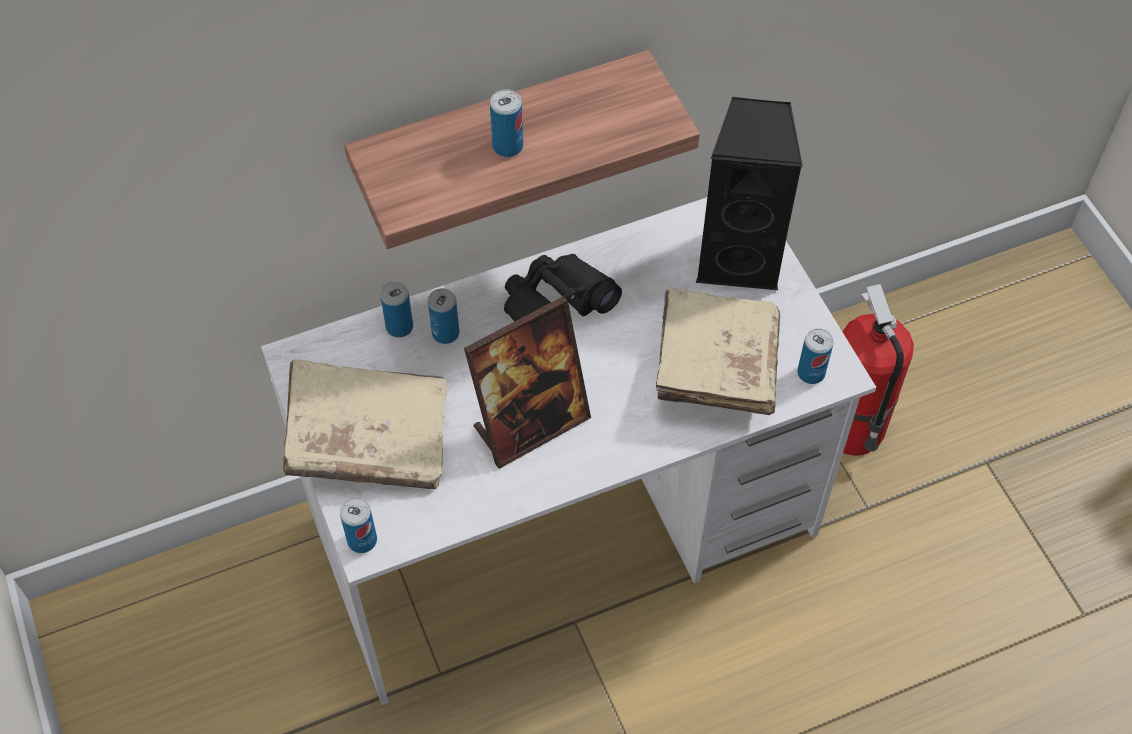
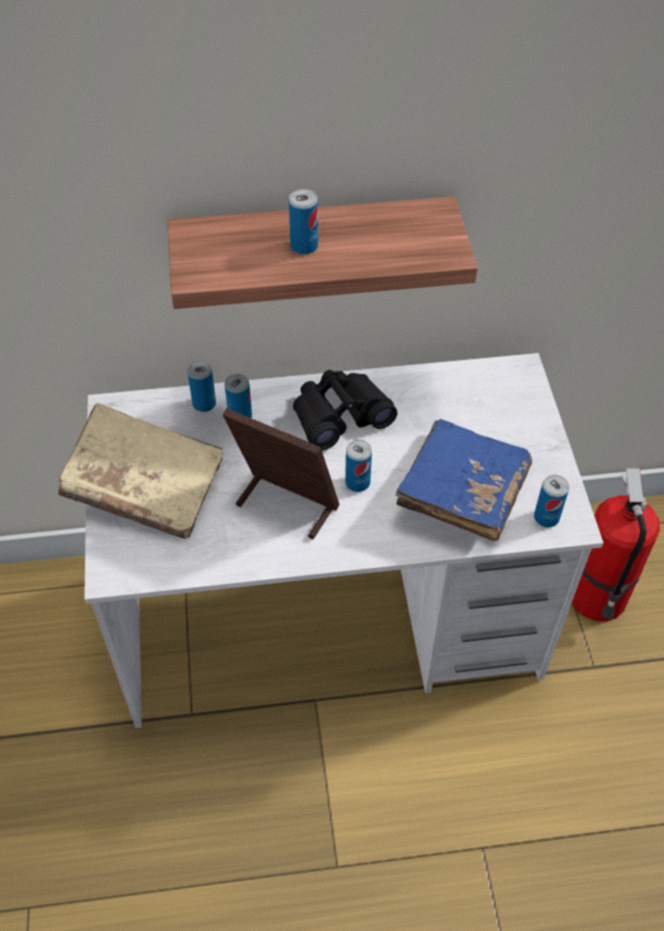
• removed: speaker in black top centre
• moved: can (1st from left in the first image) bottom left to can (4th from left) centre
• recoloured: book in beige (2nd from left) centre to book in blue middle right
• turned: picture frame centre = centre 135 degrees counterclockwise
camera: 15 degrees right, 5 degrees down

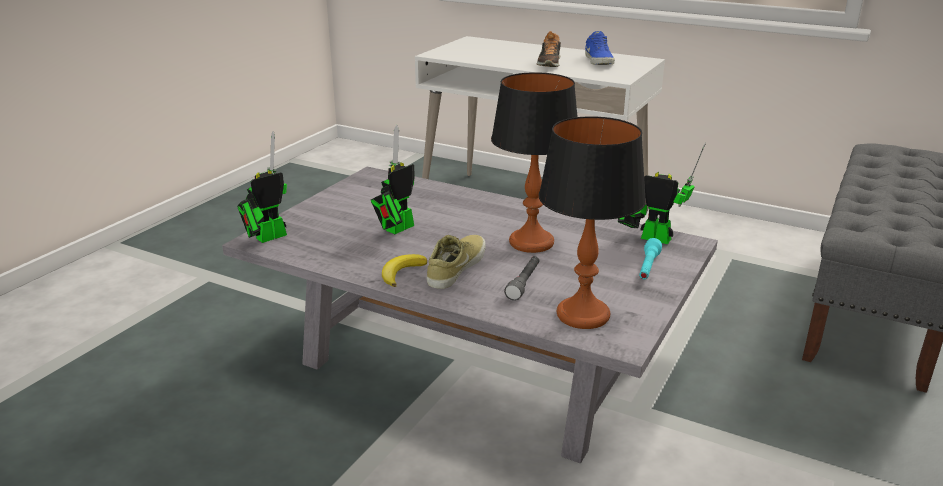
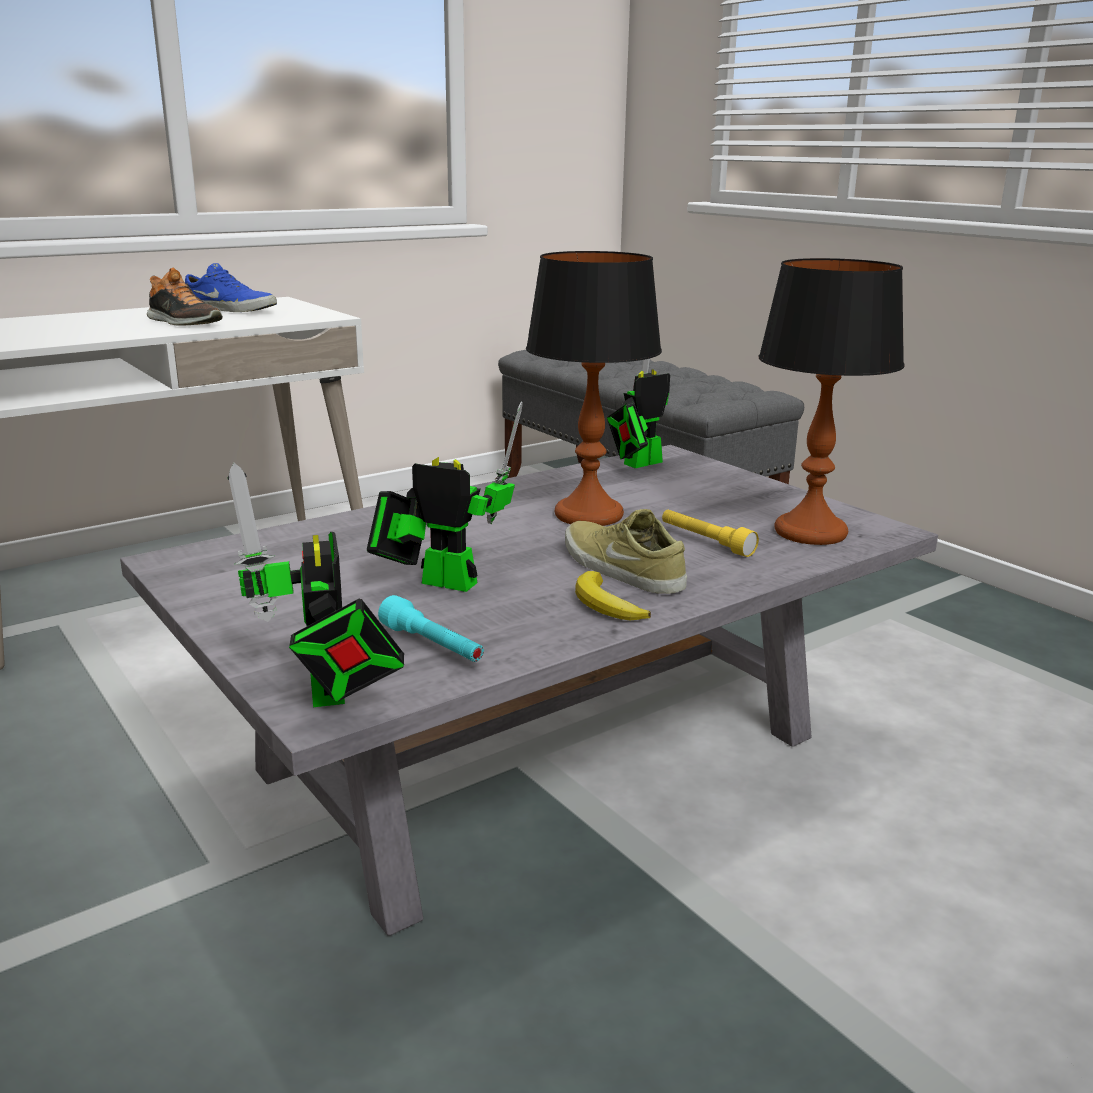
• moved: flashlight in turquoise middle right to centre
• recoloured: flashlight in grey centre to flashlight in yellow centre
• turned: toy robot (2nd from left) centre = centre 135 degrees clockwise
camera: 65 degrees left, 5 degrees down

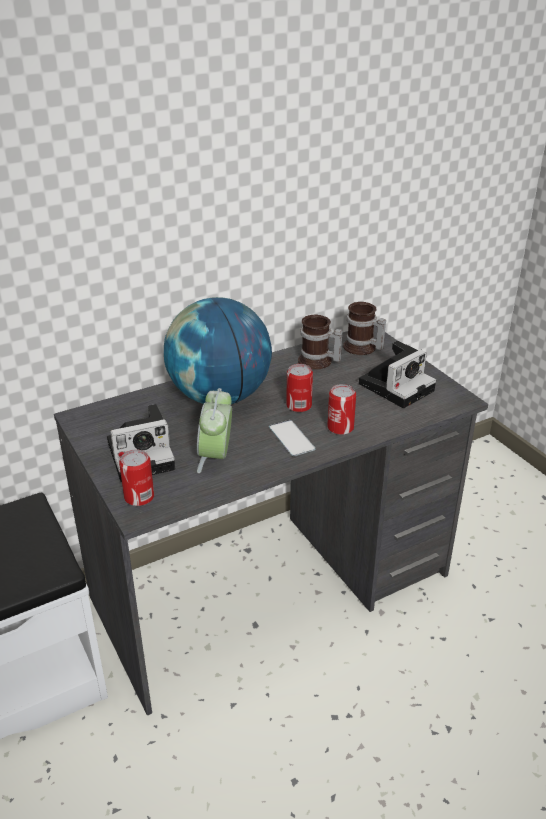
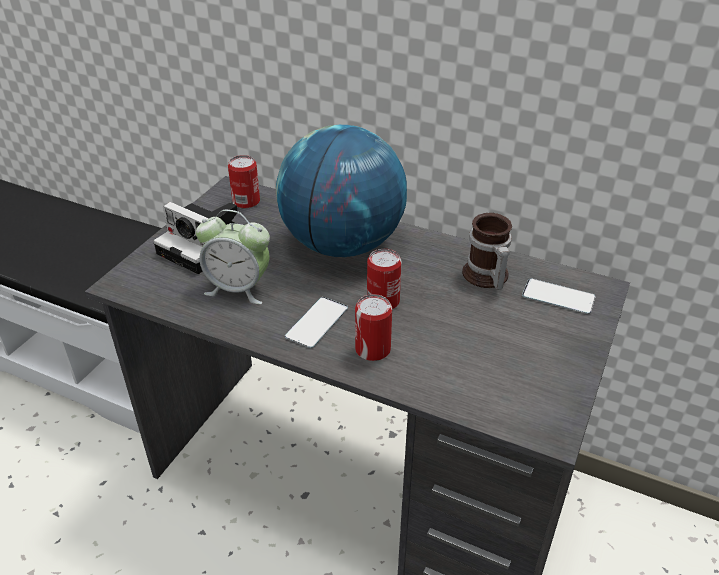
• removed: photo camera (2nd from left) middle right
• moved: can (1st from left) middle left to top centre
• replaced: mug (2nd from left) middle right to phone (2nd from left) middle right
• turned: alarm clock centre = middle left 135 degrees counterclockwise
camera: 55 degrees right, 5 degrees up

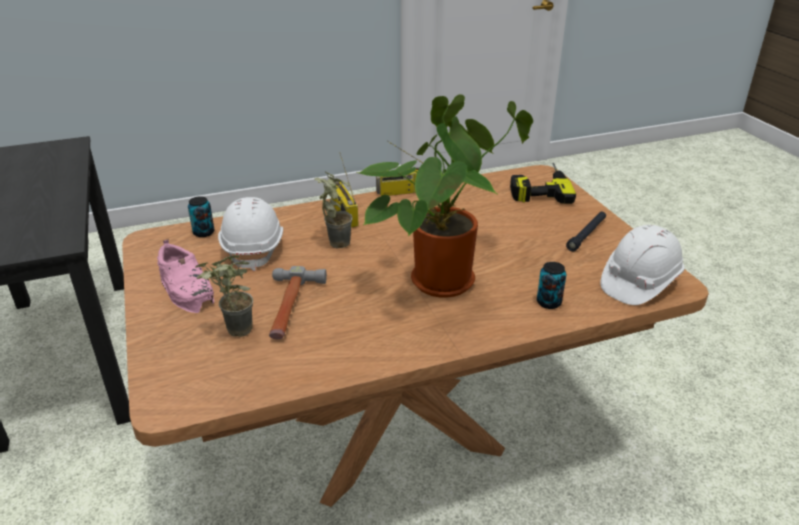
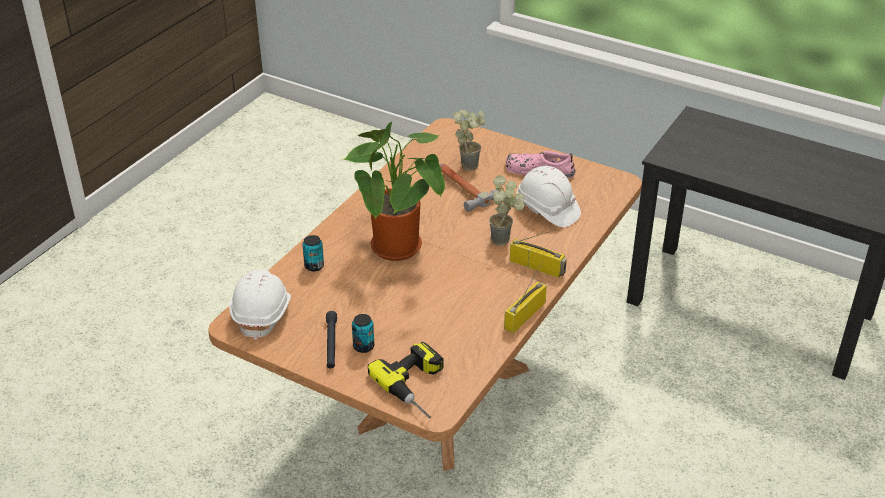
• moved: can (1st from left in the first image) middle left to can (2nd from left) bottom centre
camera: 140 degrees right, 5 degrees up

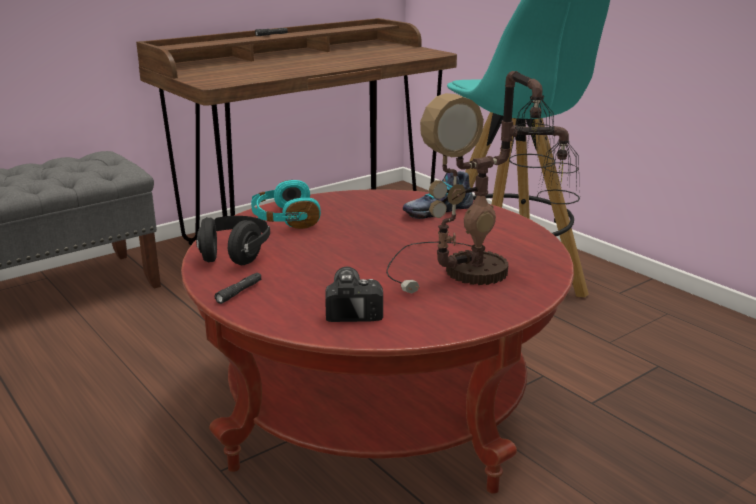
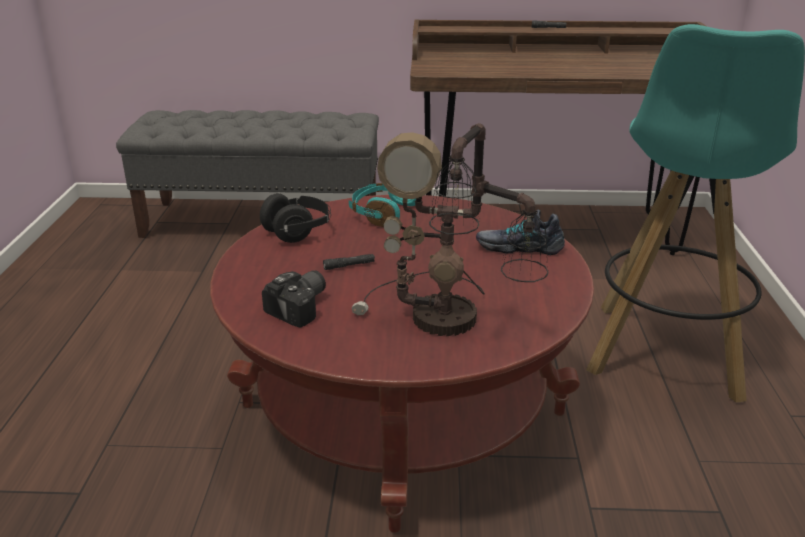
• moved: flashlight in black (1st from left) middle left to centre
camera: 40 degrees right, 5 degrees up

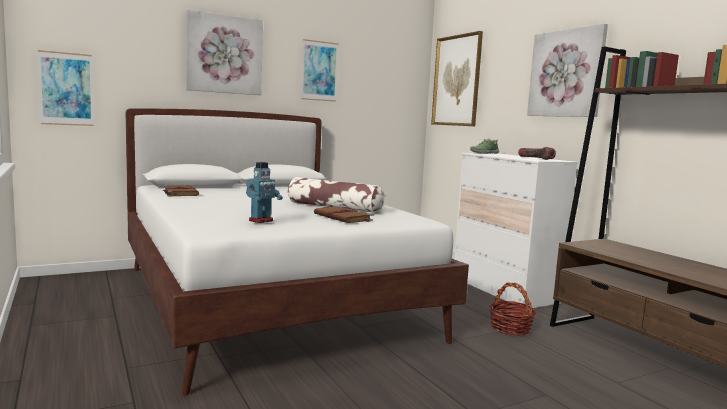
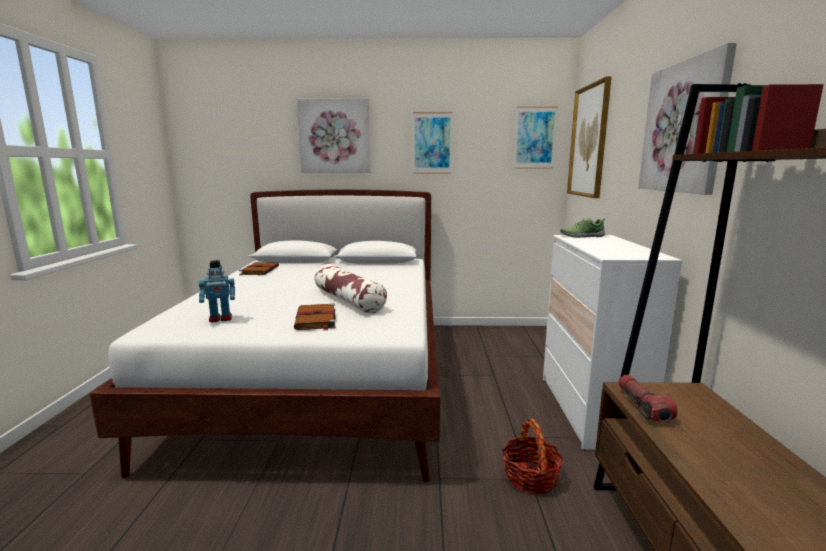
• moved: picture (1st from left in the first image) top left to picture (3rd from left) top centre
• moved: flashlight middle right to bottom right
camera: 30 degrees right, 5 degrees up

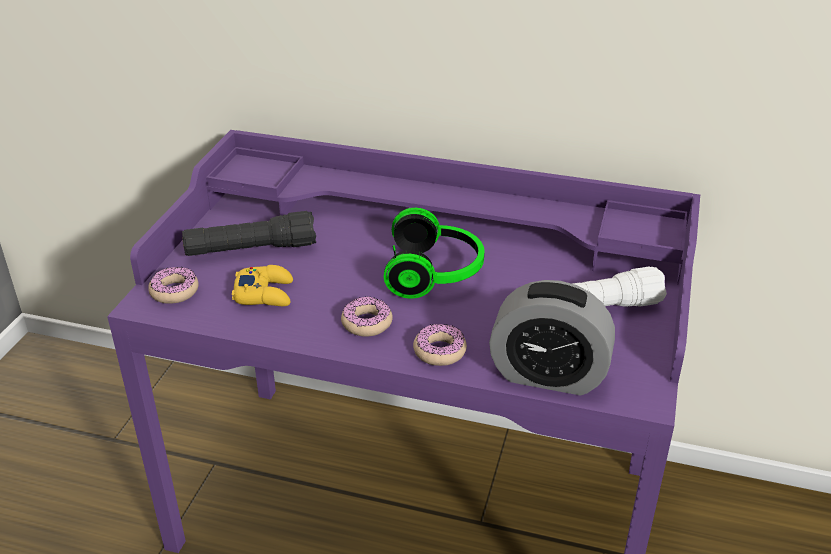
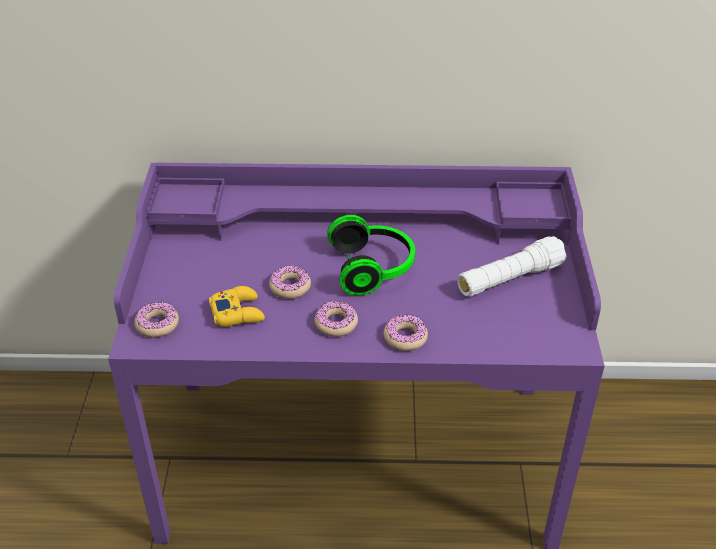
• removed: flashlight in black middle left
• removed: alarm clock centre
• added: donut (2nd from left) centre
camera: 15 degrees left, 5 degrees up

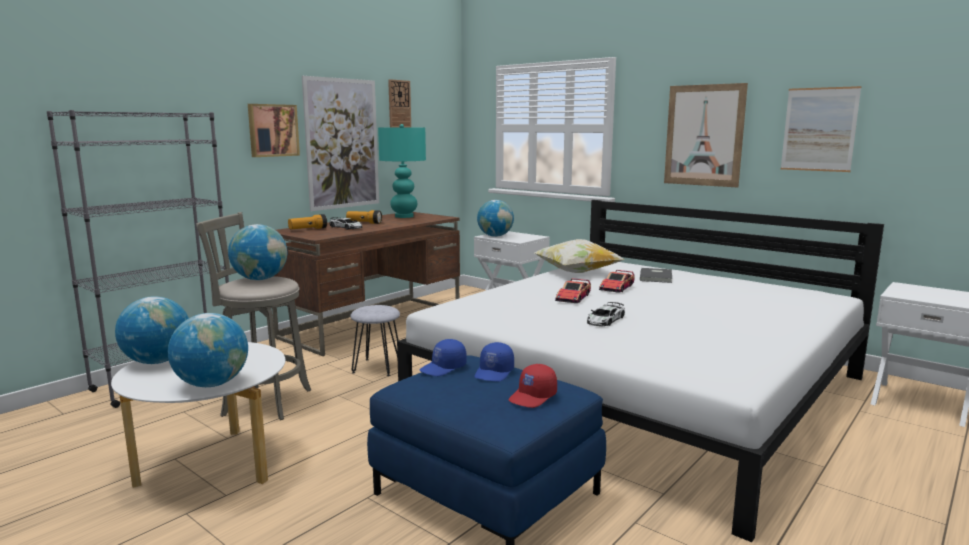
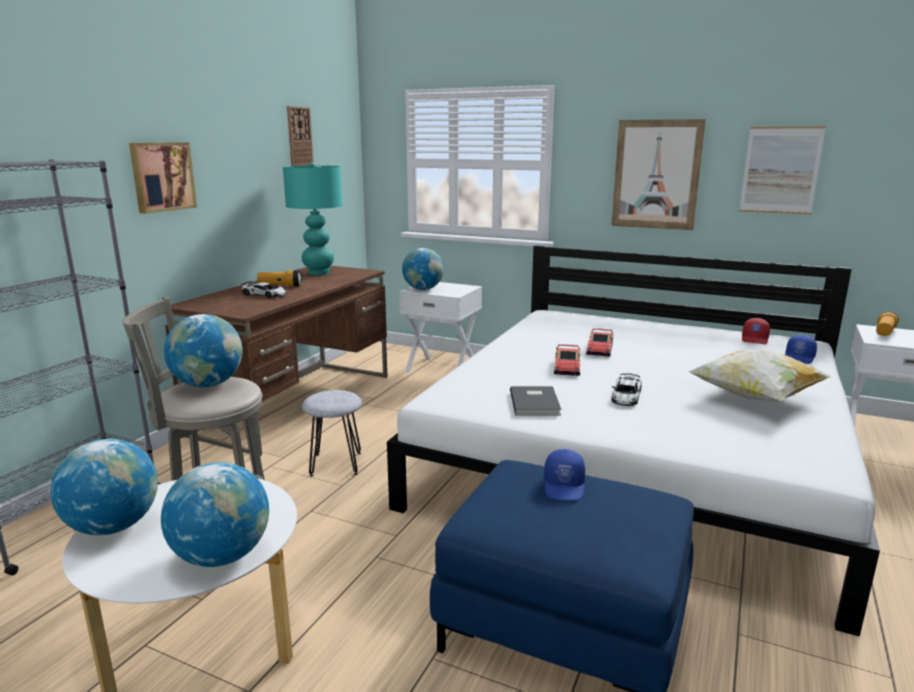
• removed: picture (2nd from left) top centre
• moved: flashlight (1st from left in the first image) middle left to flashlight (2nd from left) middle right
• moved: cap in blue (1st from left in the first image) centre to cap in blue (2nd from left) middle right
• moved: cap in red bottom centre to middle right
• moved: pillow centre to middle right
• moved: book in grey middle right to centre
camera: 15 degrees left, 5 degrees up

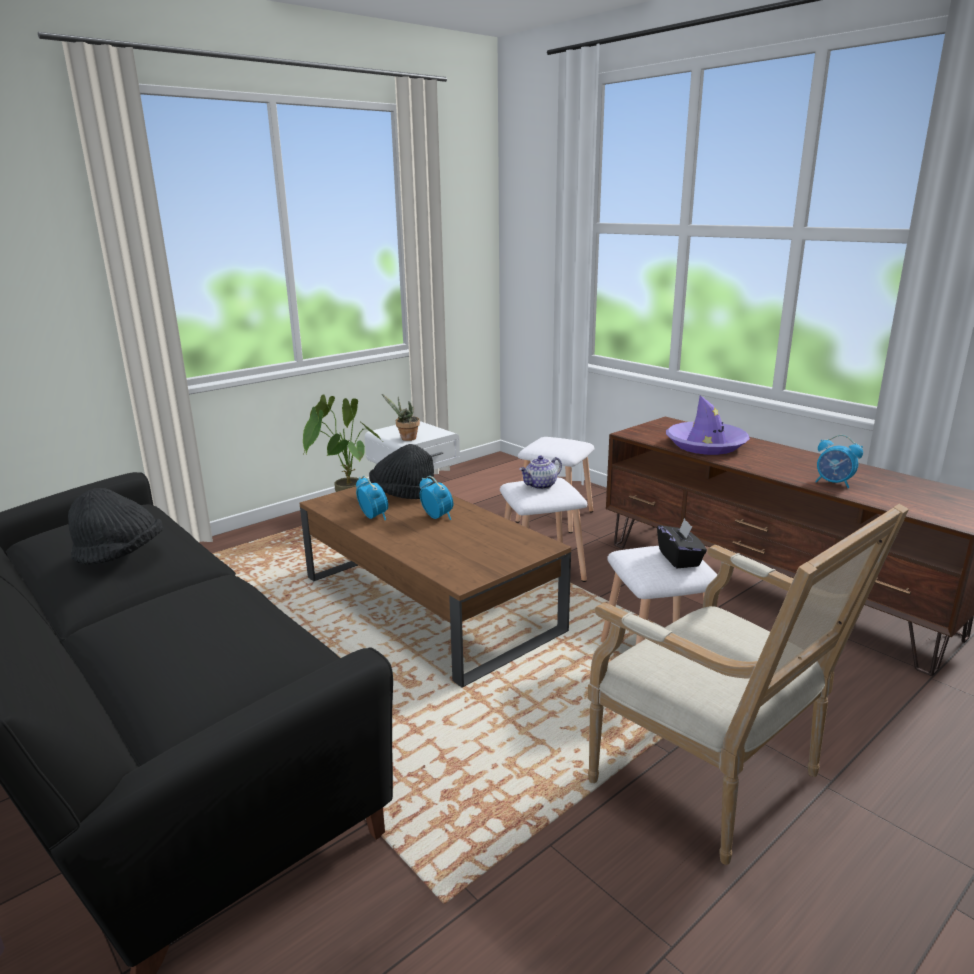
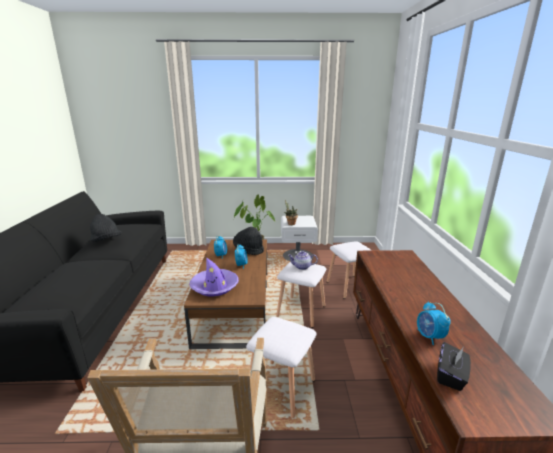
• moved: tissue box in black middle right to bottom right
• moved: hat in purple middle right to centre
camera: 40 degrees right, 0 degrees up

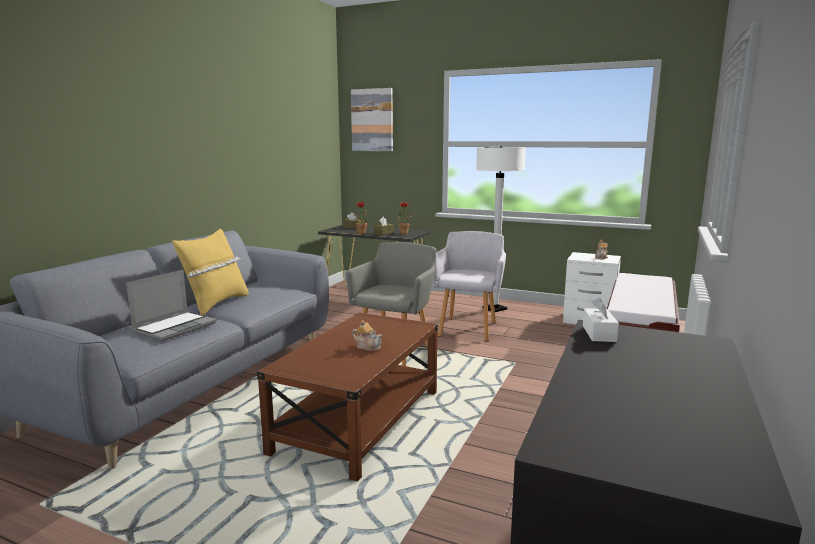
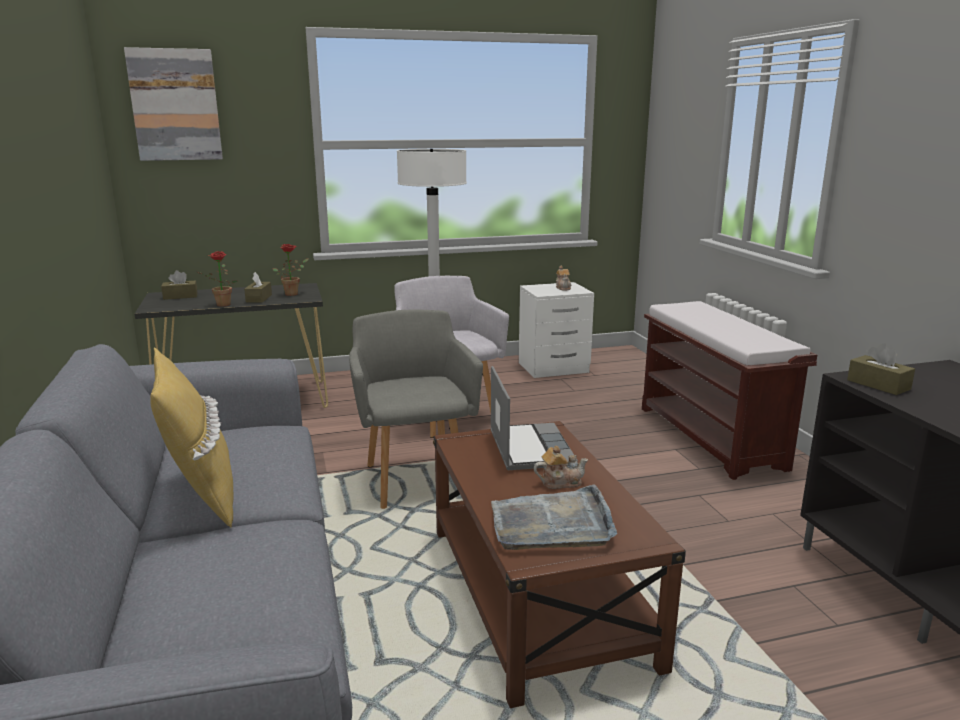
• added: tray in grey bottom centre
• moved: laptop middle left to centre
• recoloured: tissue box in white middle right to tissue box in brown (3rd from left) middle right
camera: 40 degrees left, 5 degrees up

